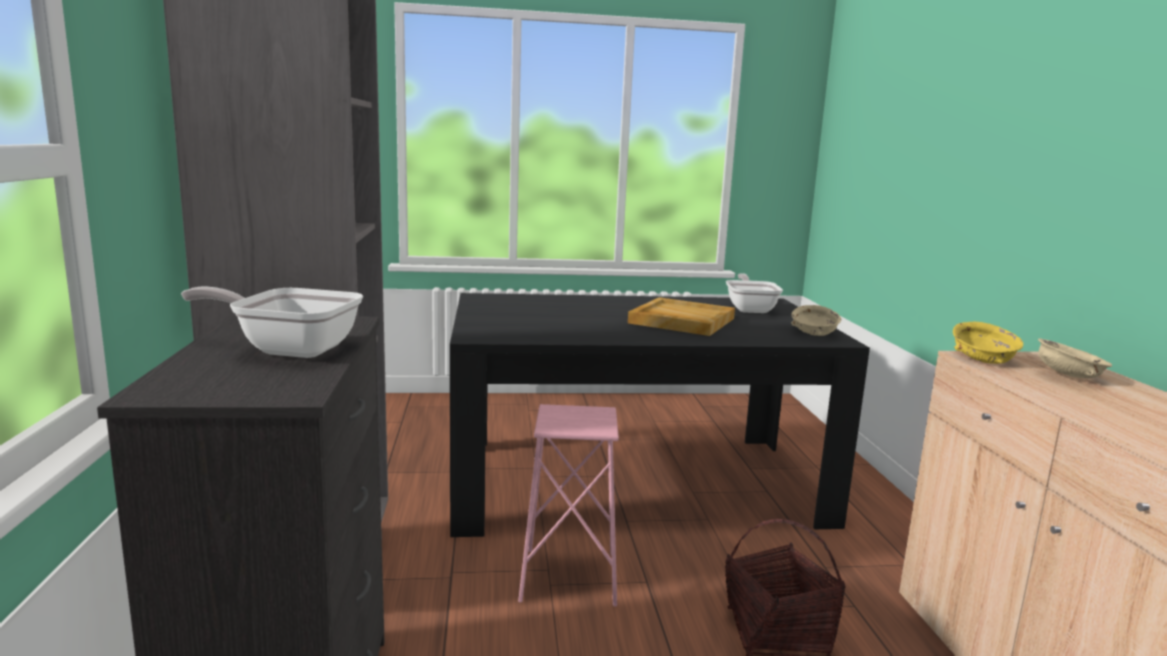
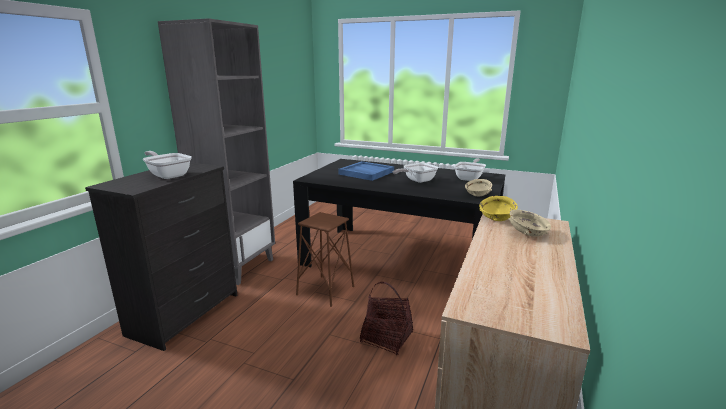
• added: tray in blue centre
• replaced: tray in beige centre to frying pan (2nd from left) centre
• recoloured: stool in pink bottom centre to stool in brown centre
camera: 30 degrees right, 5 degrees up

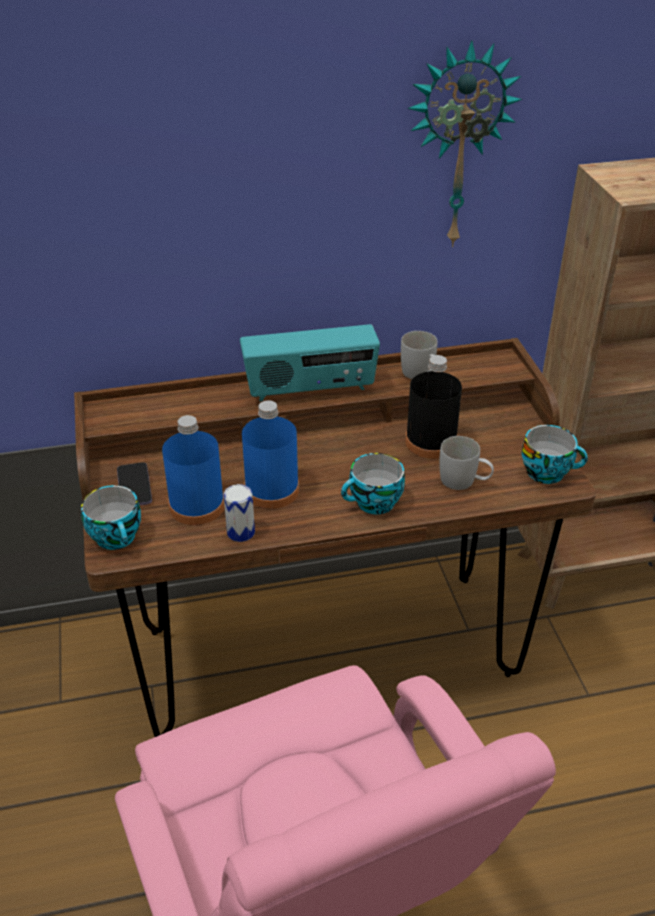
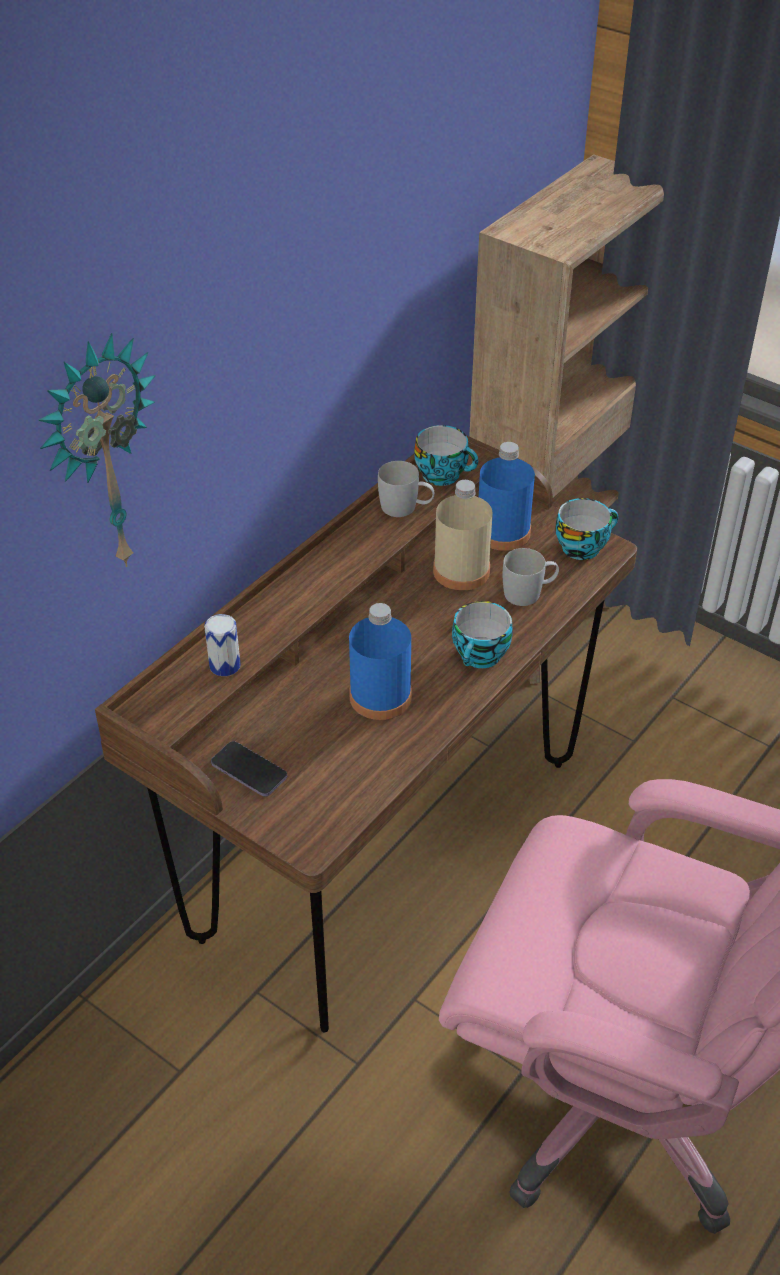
• removed: radio centre
• moved: cup (1st from left) middle left to centre
• moved: bottle in blue (1st from left in the first image) middle left to bottle in blue (2nd from left) centre
• moved: can centre to middle left
• moved: wall clock top right to middle left
• recoloured: bottle in black centre to bottle in beige centre
camera: 40 degrees left, 5 degrees up

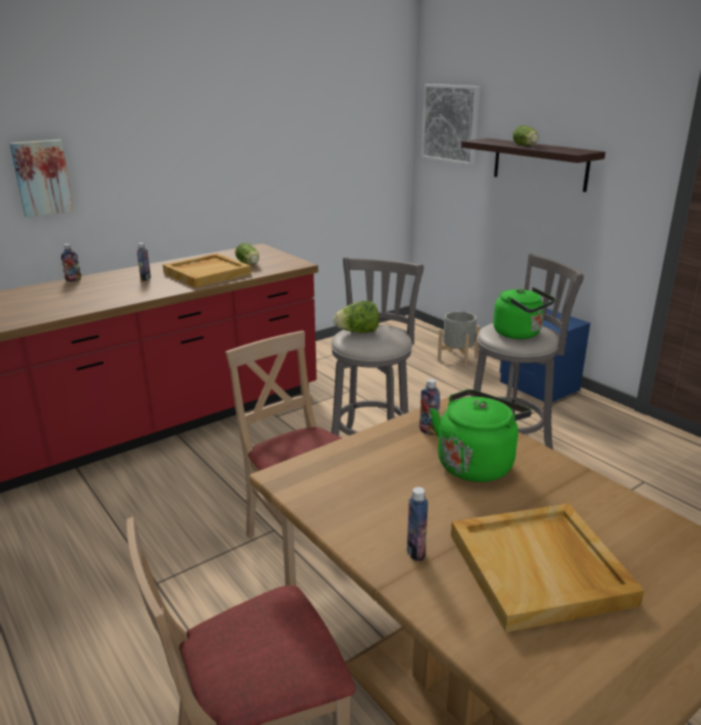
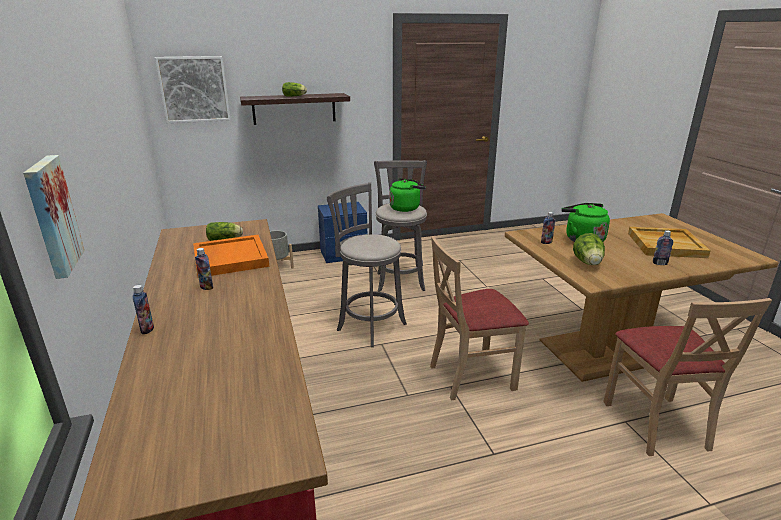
• moved: lettuce (2nd from left in the first image) centre to lettuce (3rd from left) middle right
• recoloured: tray in beige (1st from left) middle left to tray in orange middle left
camera: 70 degrees left, 0 degrees up

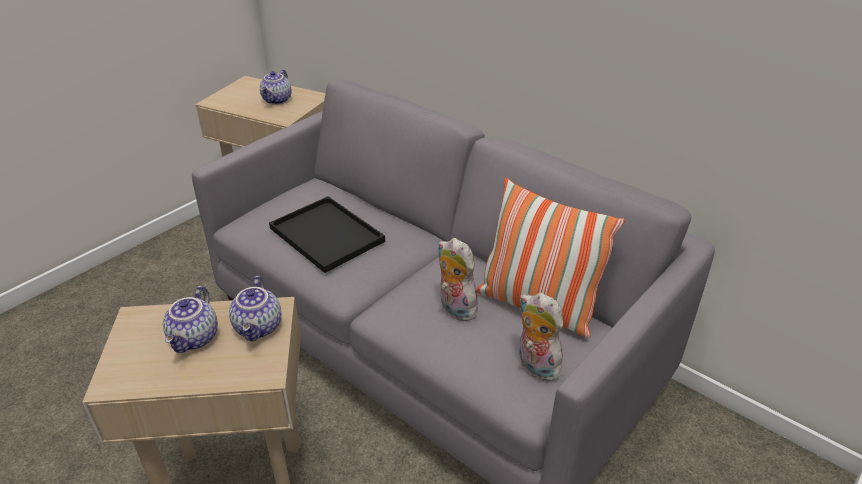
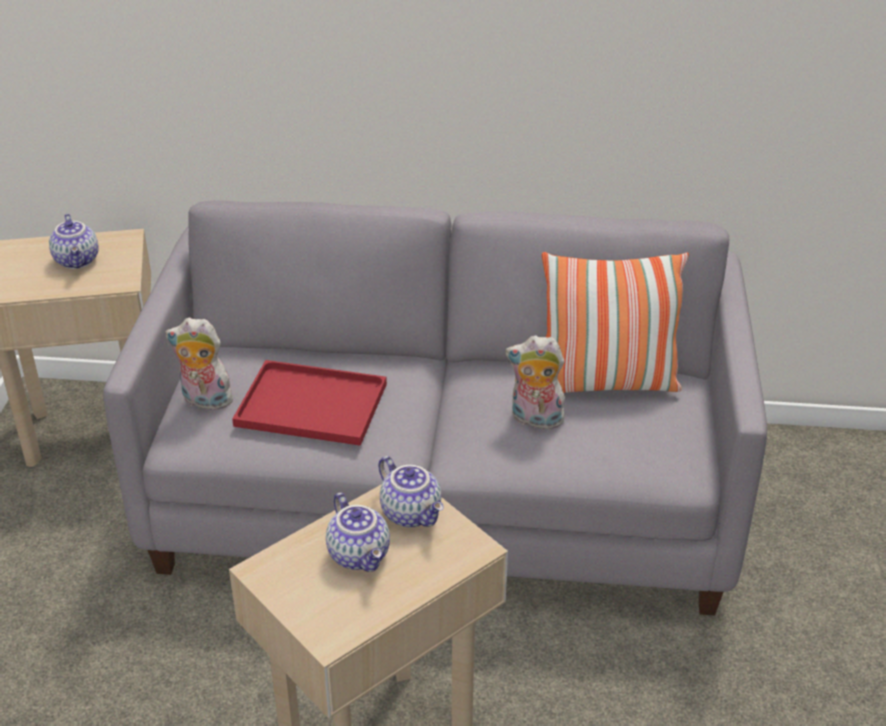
• moved: plush toy (2nd from left in the first image) bottom centre to plush toy (1st from left) middle left
• recoloured: tray in black centre to tray in red centre
camera: 35 degrees left, 0 degrees up

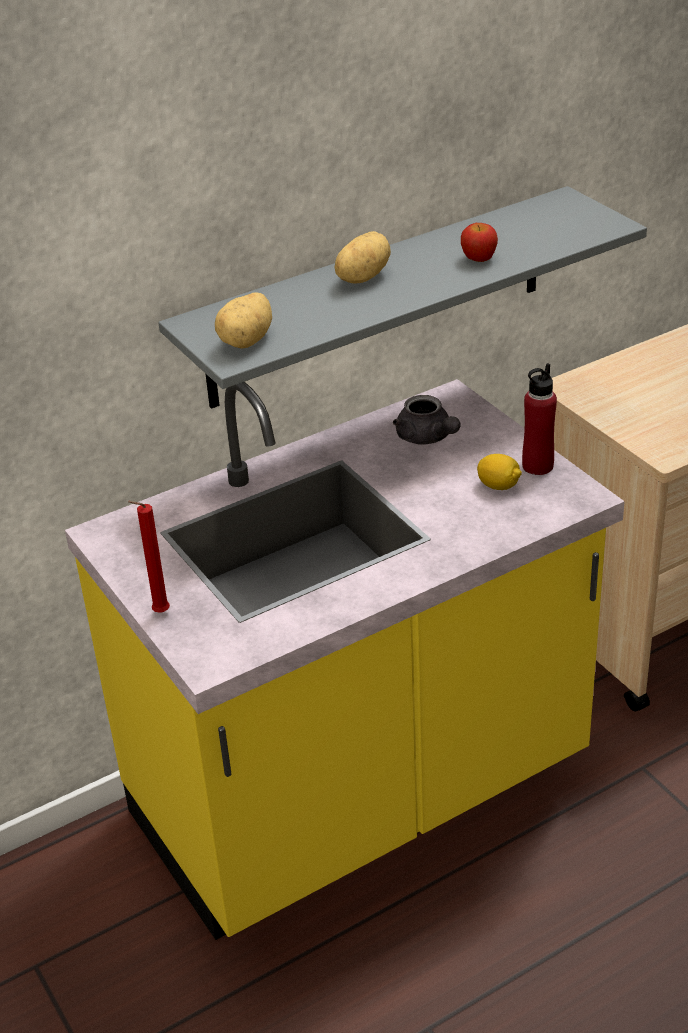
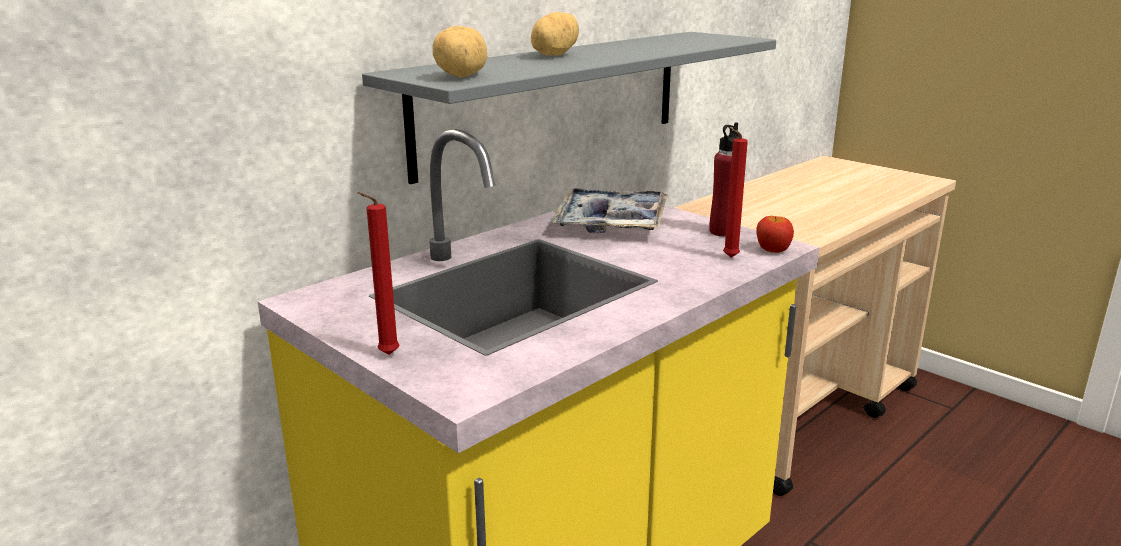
• removed: lemon middle right
• added: candle in red (2nd from left) centre
• moved: apple top right to middle right
• replaced: teapot in grey centre to tray centre
camera: 15 degrees left, 15 degrees down

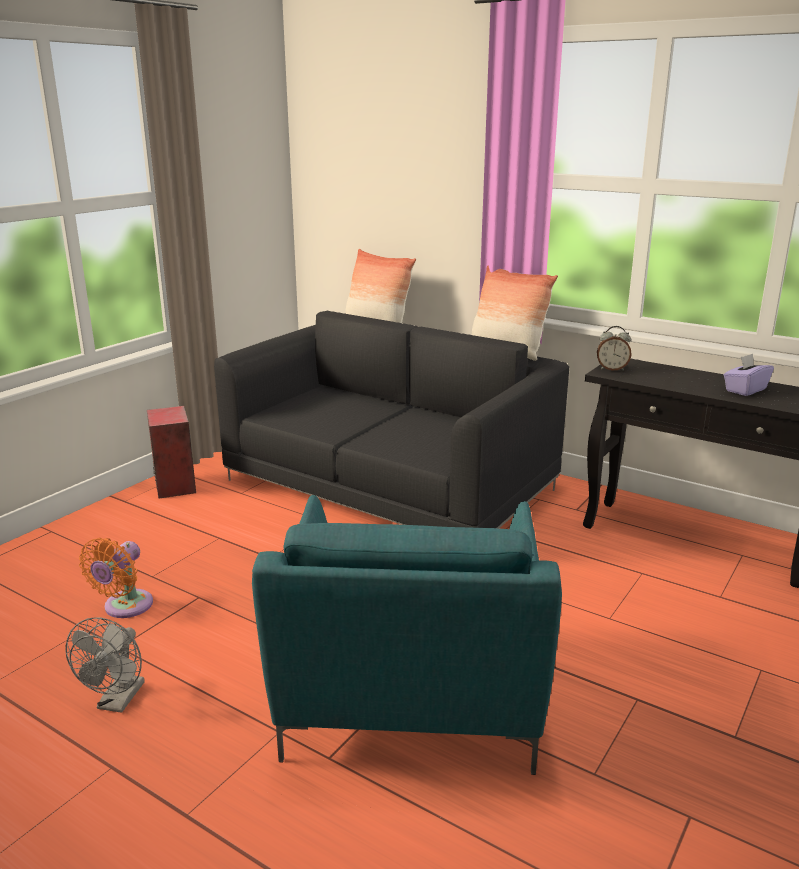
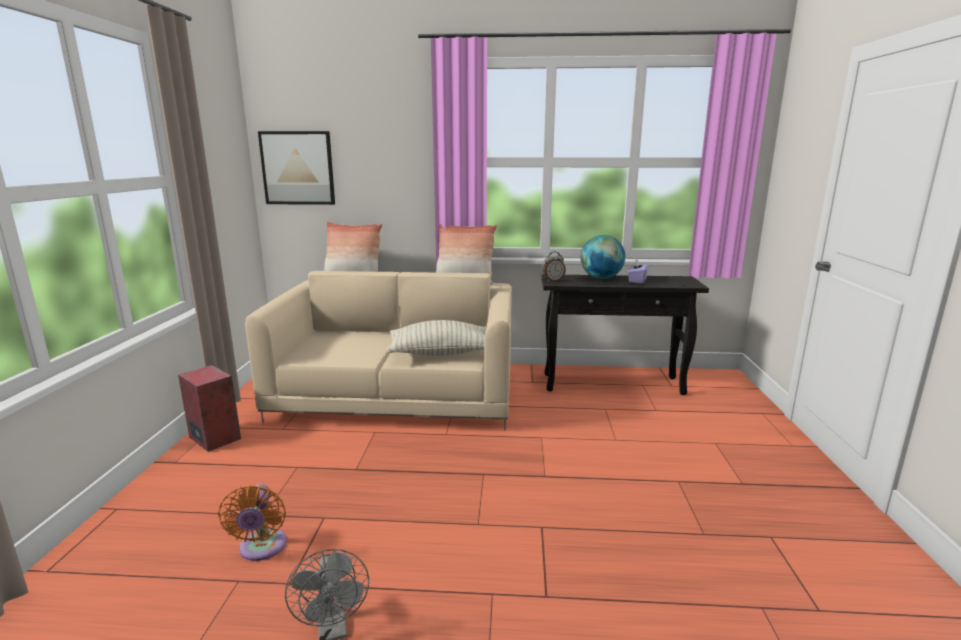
• removed: armchair in turquoise bottom centre
• added: picture top left
• added: pillow (2nd from left) centre
• added: globe centre
• recoloured: sofa in black centre to sofa in beige centre
camera: 30 degrees left, 5 degrees down

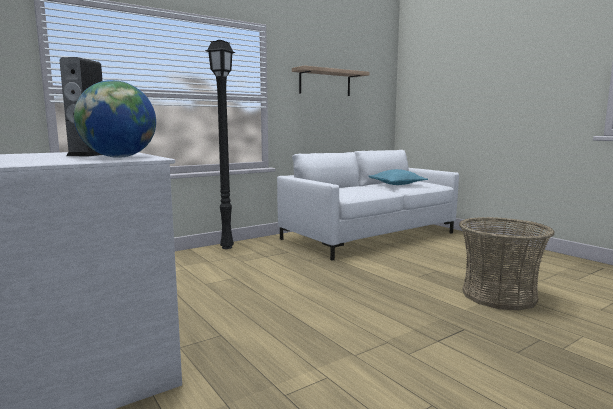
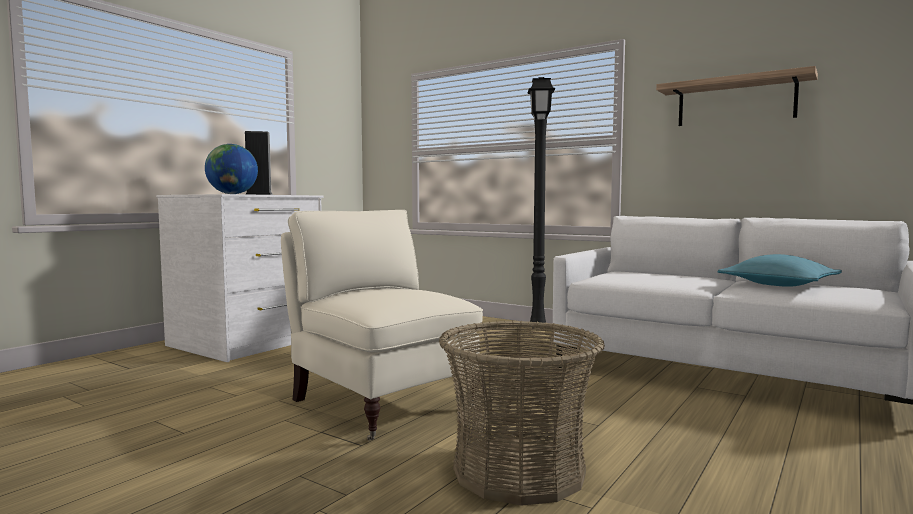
• added: armchair in beige centre
camera: 70 degrees right, 5 degrees down

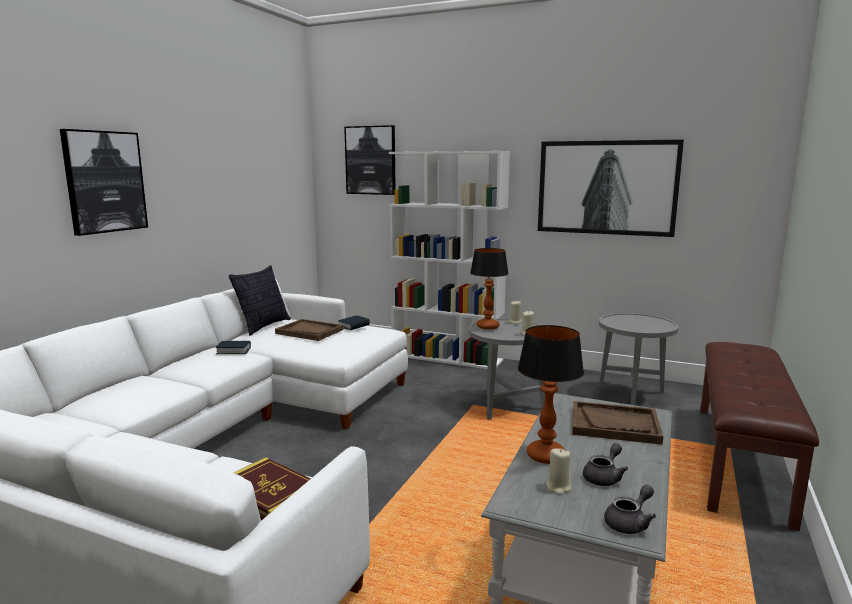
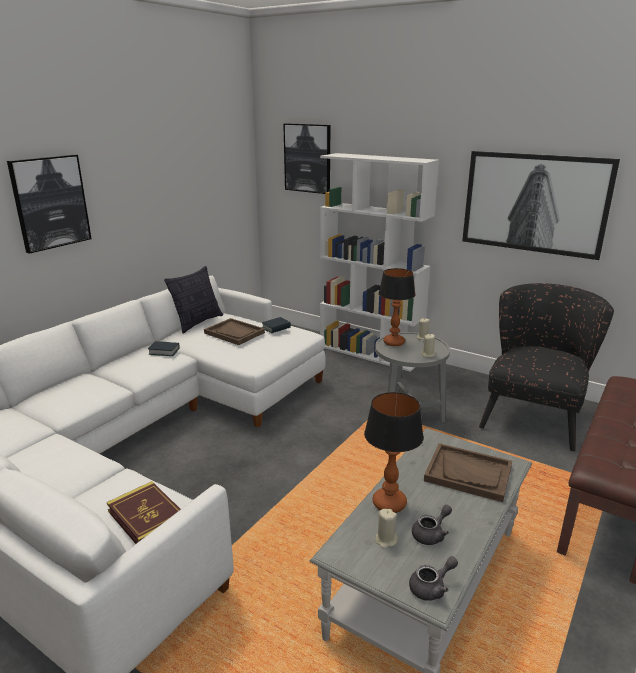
• replaced: side table in grey (2nd from left) middle right to armchair in black middle right
camera: 10 degrees right, 10 degrees up

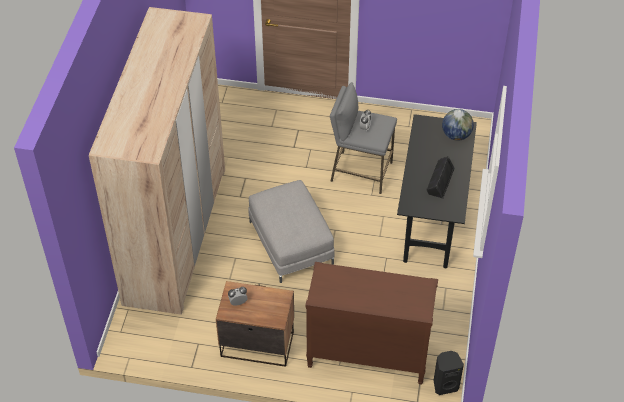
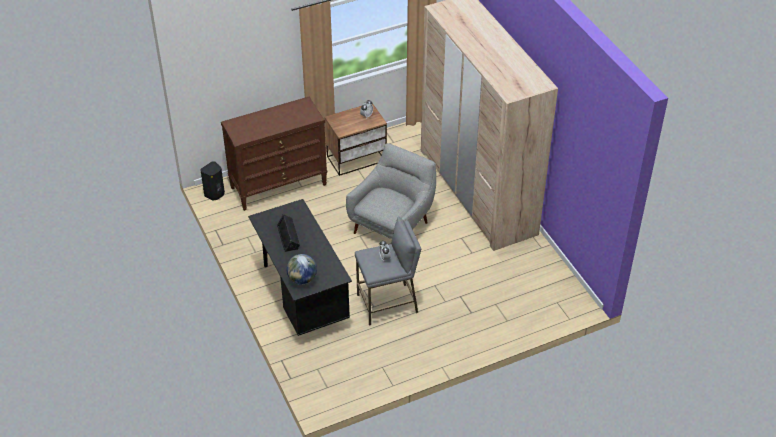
• replaced: ottoman in grey centre to armchair in grey centre
camera: 145 degrees right, 5 degrees down

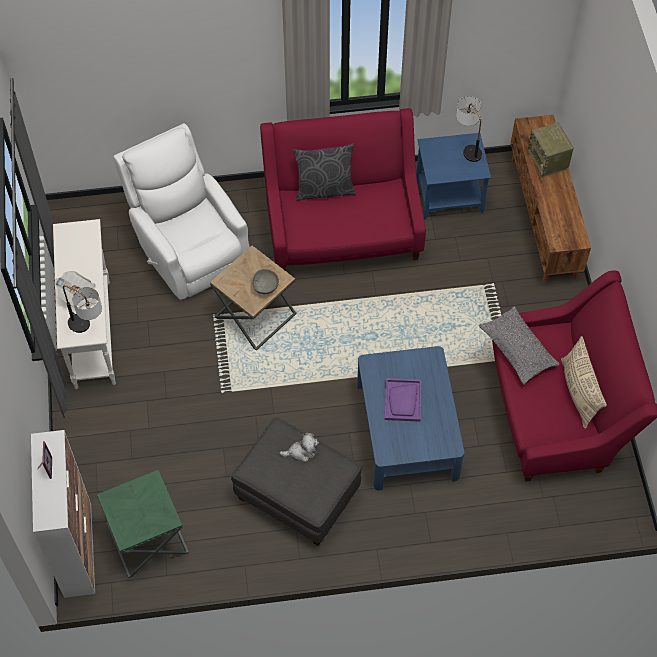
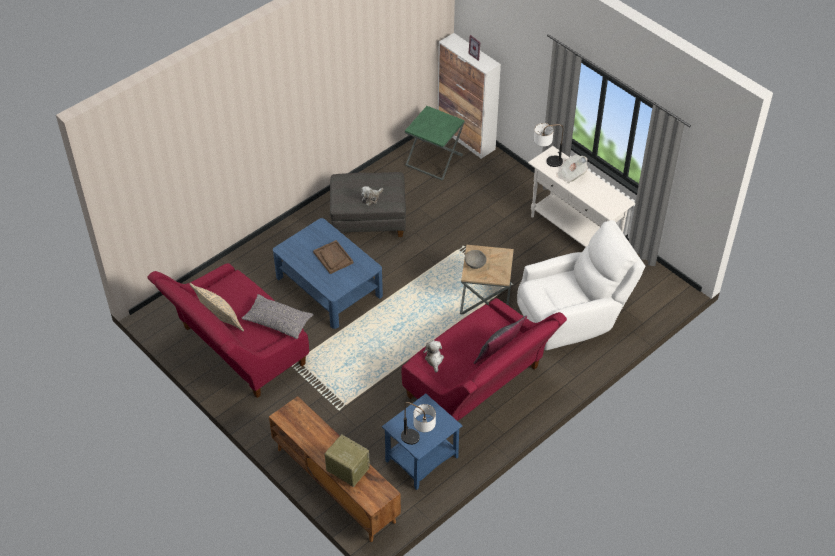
• added: plush toy (2nd from left) centre
• recoloured: tray in purple centre to tray in brown centre
• turned: armchair in white top left = middle right 45 degrees counterclockwise
camera: 145 degrees right, 10 degrees down

